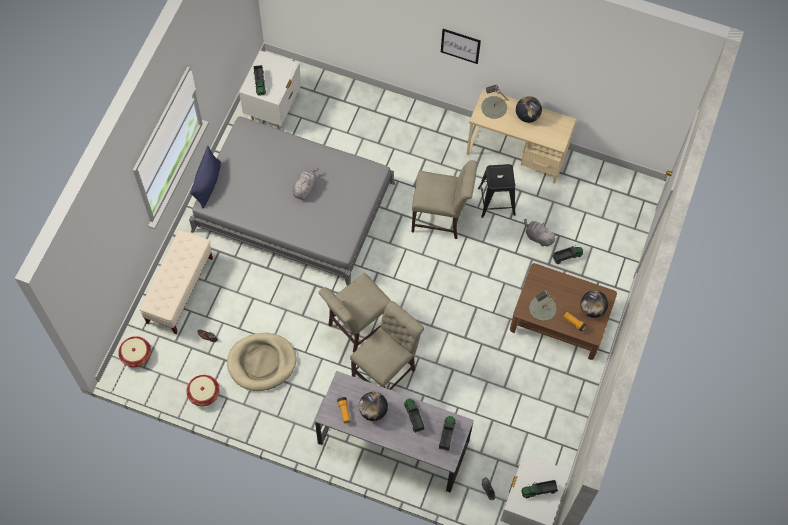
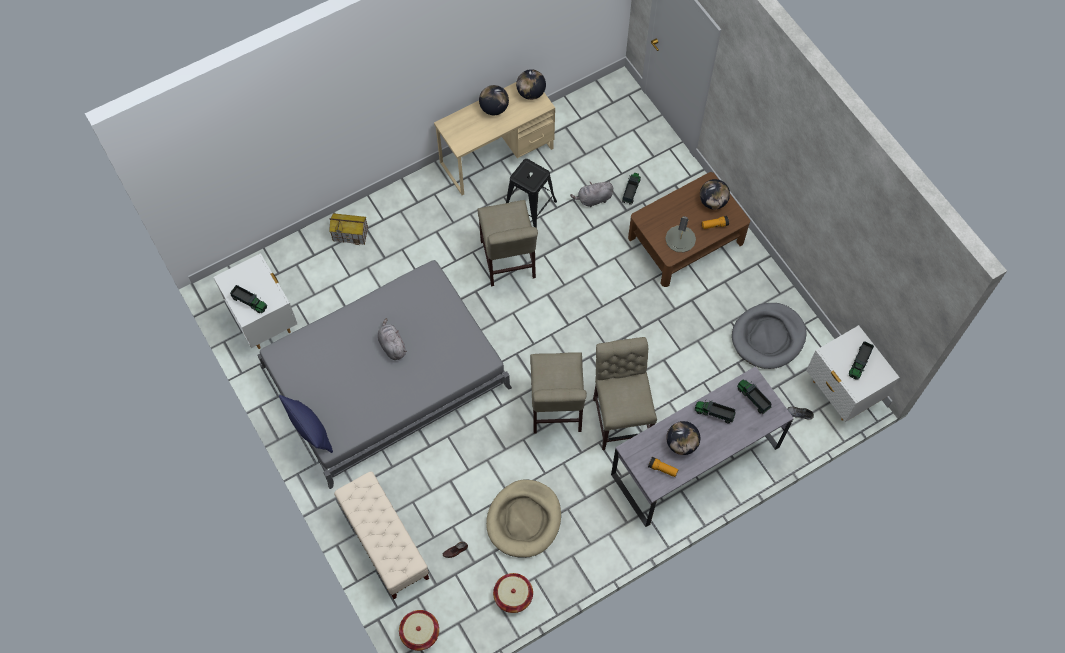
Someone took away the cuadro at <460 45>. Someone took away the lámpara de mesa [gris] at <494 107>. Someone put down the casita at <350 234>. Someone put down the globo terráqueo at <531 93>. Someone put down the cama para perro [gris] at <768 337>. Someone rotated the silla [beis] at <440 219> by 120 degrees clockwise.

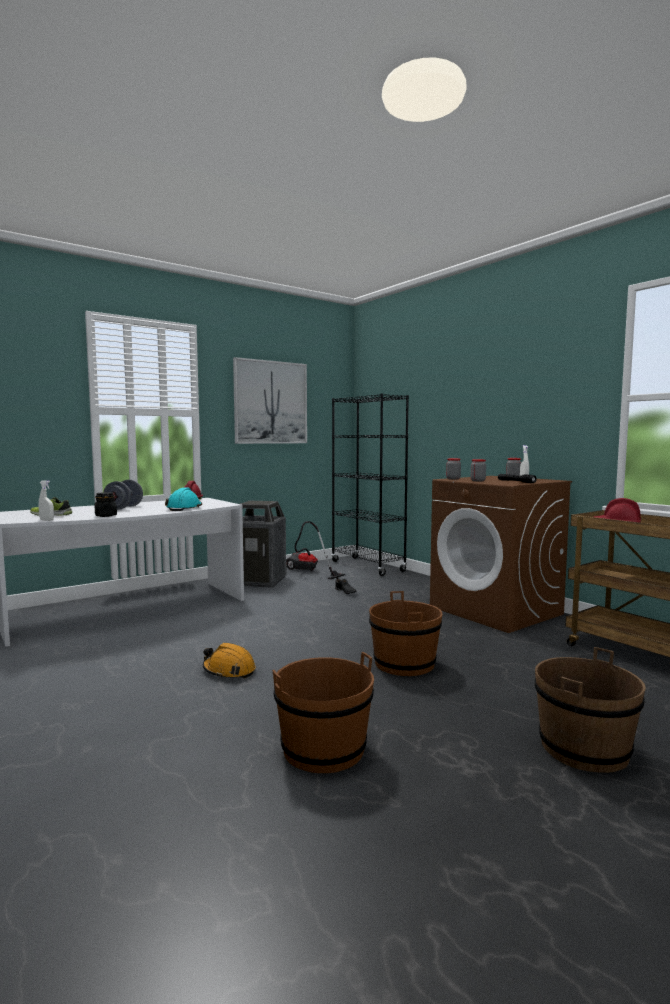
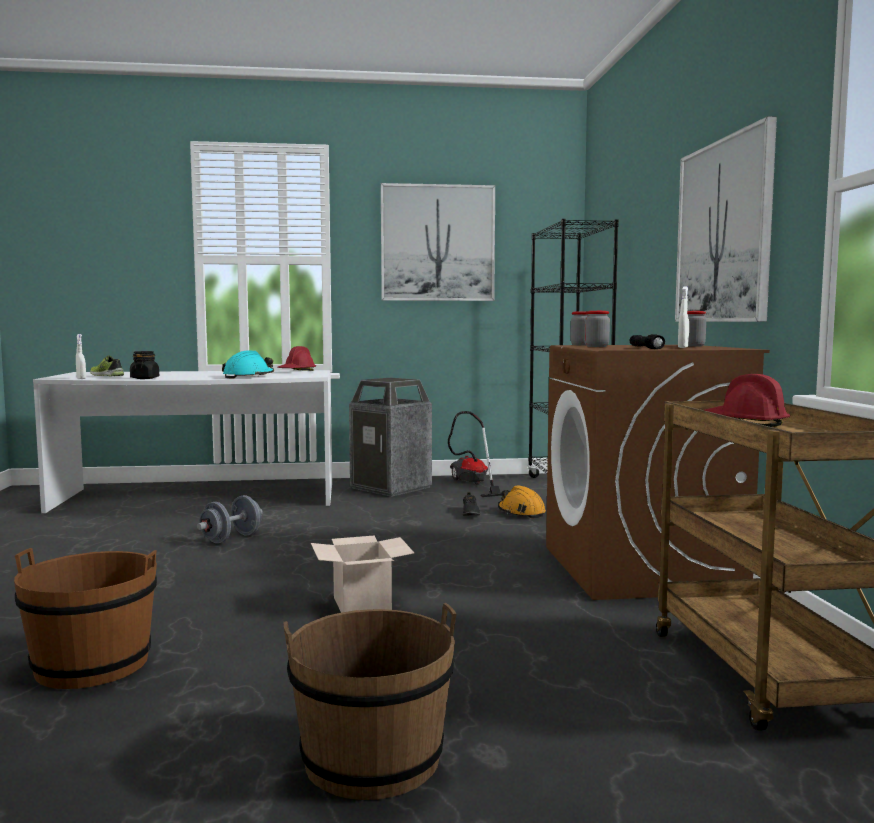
Someone put up the cuadro at <723 232>. Someone carried the mancuerna [gris] from <124 508> to <231 538>. Someone carried the casco [naranja] from <229 671> to <521 512>. Someone swapped the cubo [marrón] at <404 664> for the caja de cartón at <363 605>.

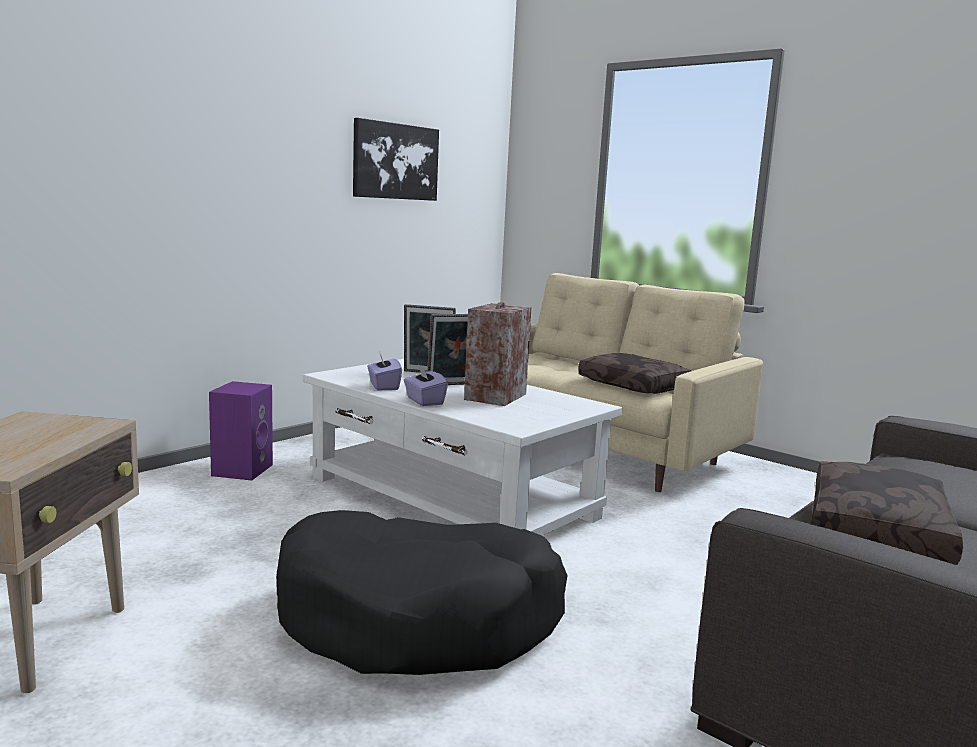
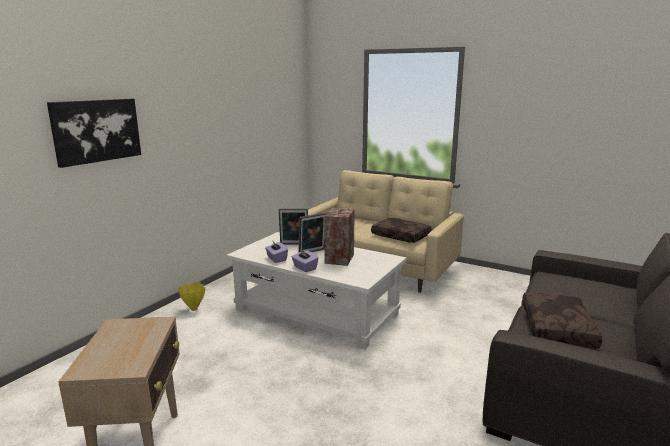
Someone took away the cama para perro [negro] at <418 619>. Someone carried the cuadro from <395 161> to <96 130>. Someone swapped the altavoz [morado] at <242 469> for the florero [amarillo] at <193 309>.

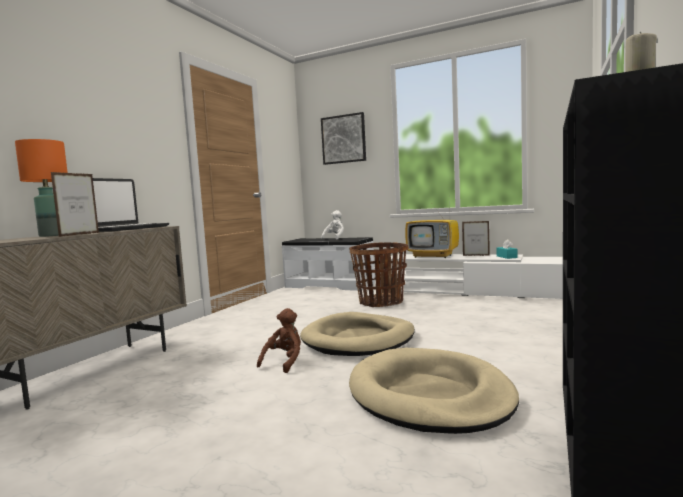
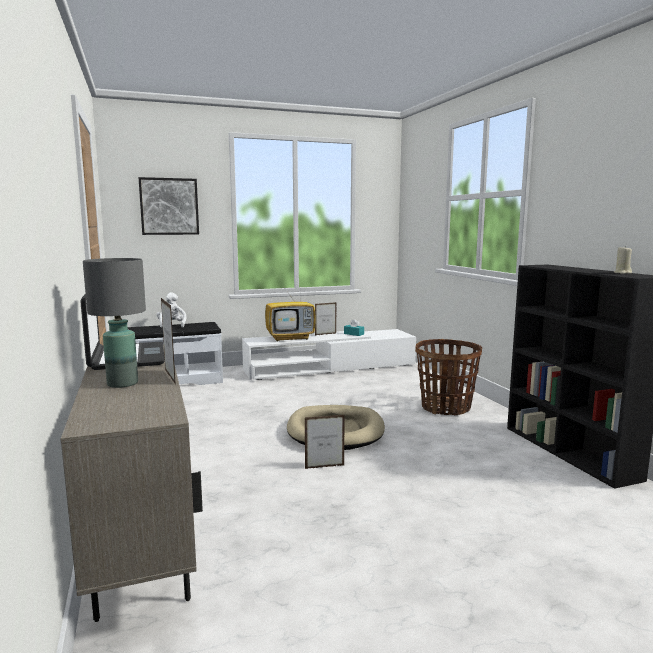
Someone took away the cama para perro [beis] at <429 395>. Someone carried the cesta from <381 302> to <445 407>. Someone swapped the peluche [marrón] at <284 362> for the portarretratos at <324 467>. Someone repainted the lámpara de mesa [naranja] at <52 235>, which became the lámpara de mesa [gris] at <123 383>.

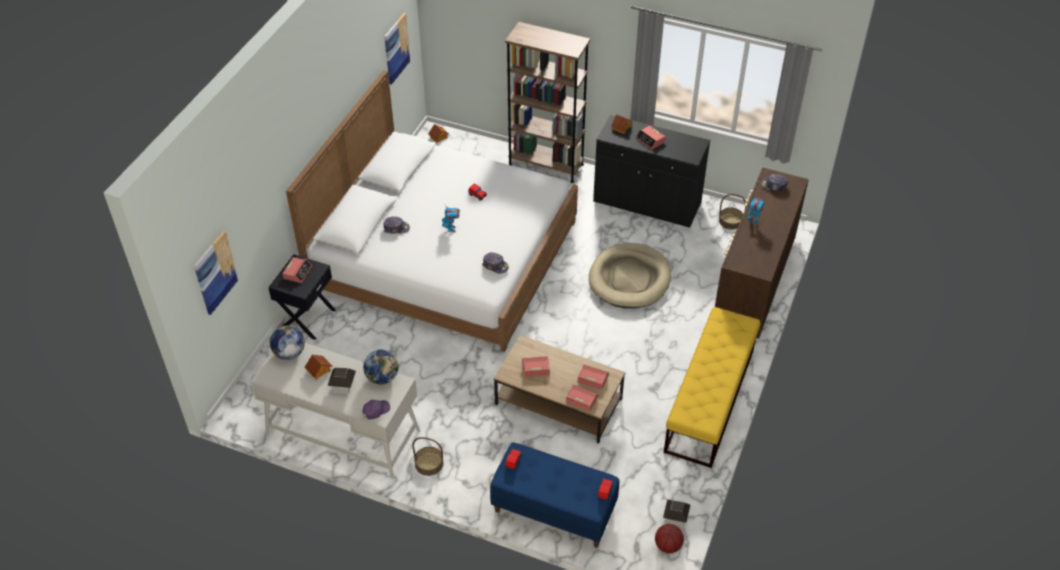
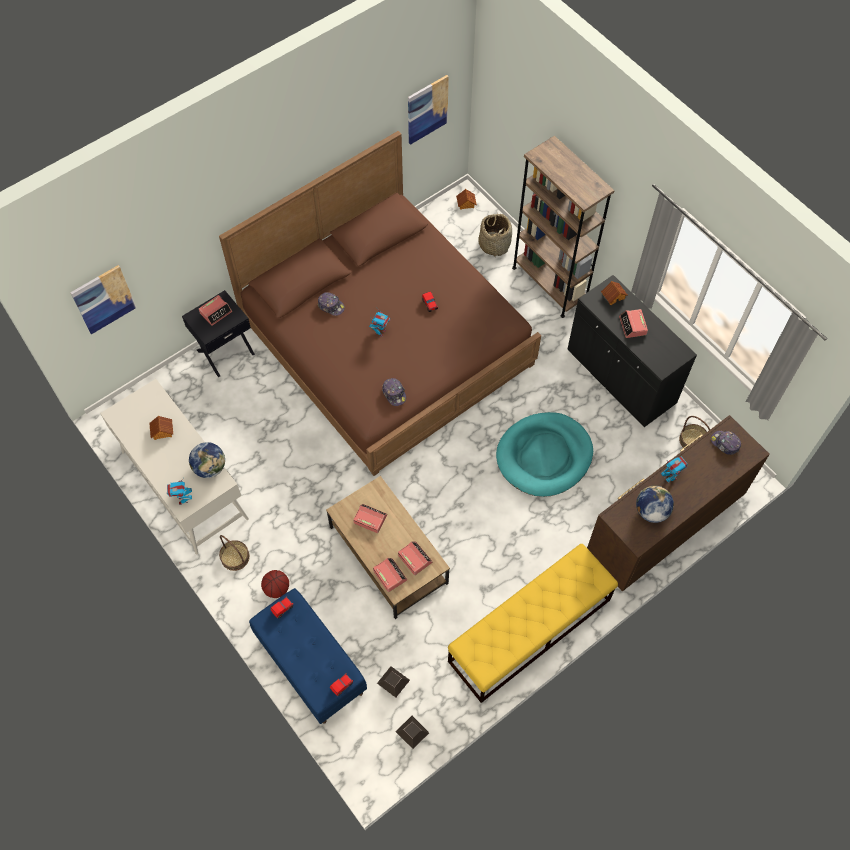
Someone put down the cesta at <494 244>. Someone carried the globo terráqueo from <289 353> to <651 511>. Someone carried the casita from <343 386> to <393 685>. Someone carried the balón de baloncesto from <667 546> to <276 588>. Someone swapped the gorra [morado] at <376 410> for the robot de juguete at <183 499>. Someone repainted the cama [blanco] at <444 255>, which became the cama [marrón] at <386 342>. Someone repainted the cama para perro [beis] at <629 279>, which became the cama para perro [turquesa] at <544 456>.

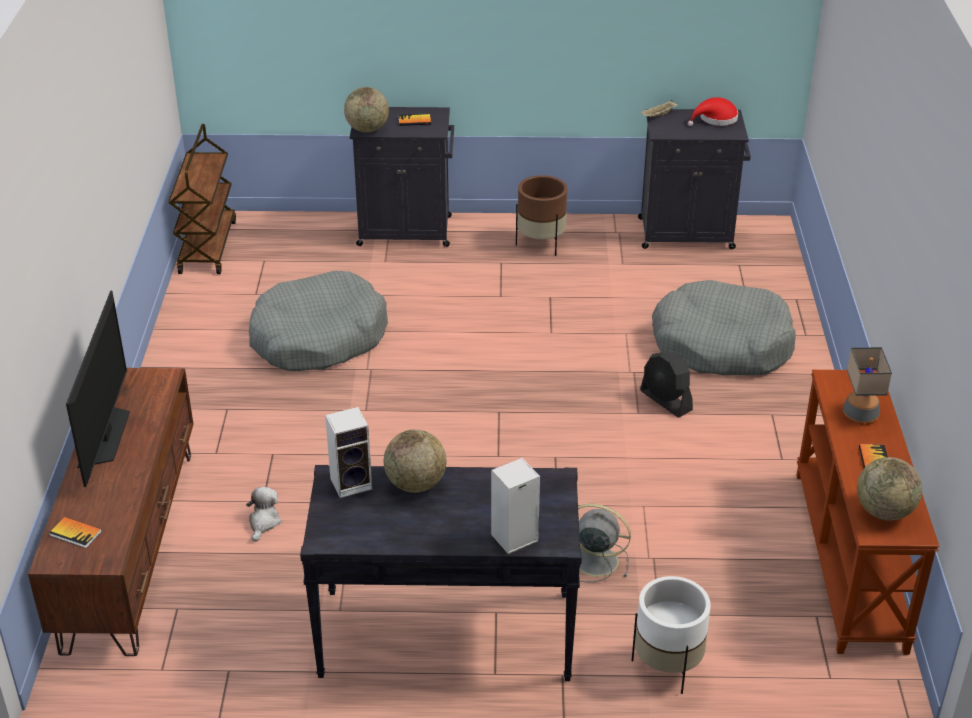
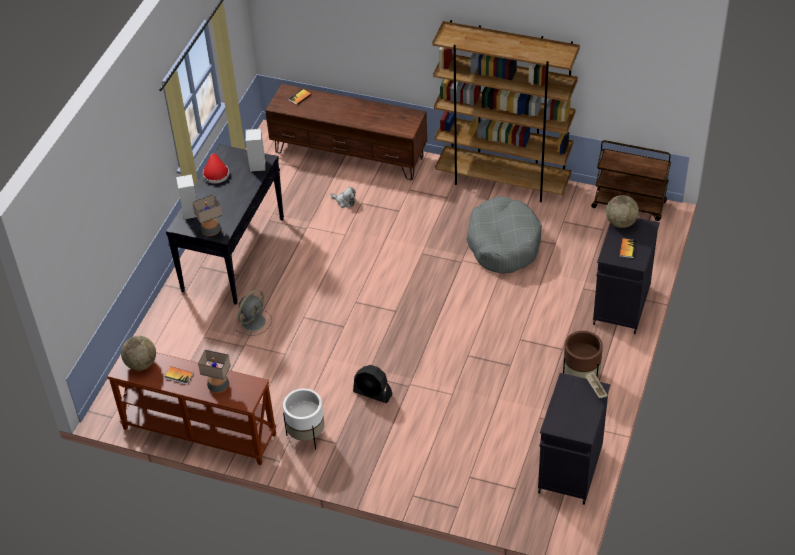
Someone took away the televisor at <105 435>. Someone took away the globo terráqueo at <416 484>. Someone took away the cama para perro [gris] at <721 345>. Someone put down the lámpara de mesa at <211 230>. Someone put down the estantería [marrón] at <503 181>. Someone carried the maceta [blanco] from <667 666> to <306 435>. Someone carried the sombrero [rojo] from <715 119> to <216 173>. Someone rotated the ventilador [negro] at <666 401> by 135 degrees counterclockwise.

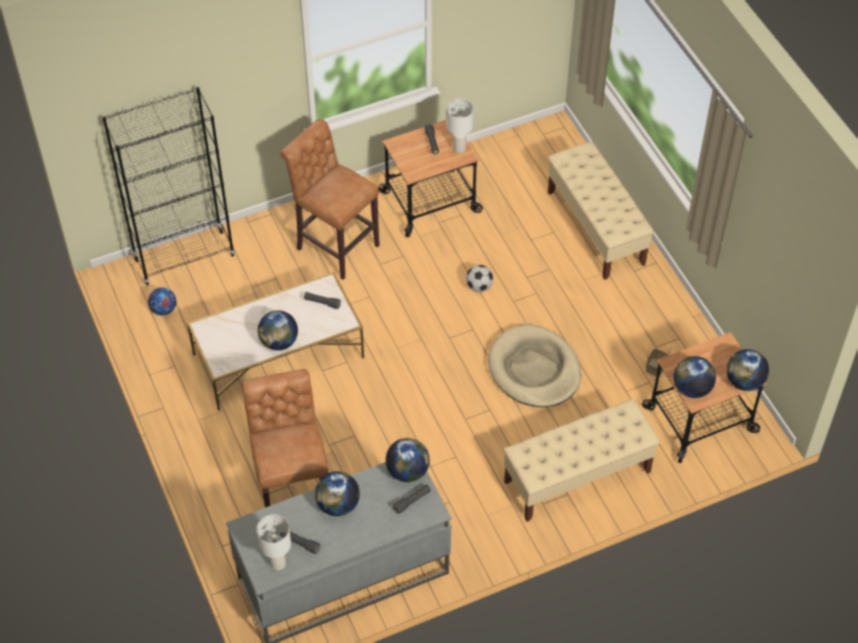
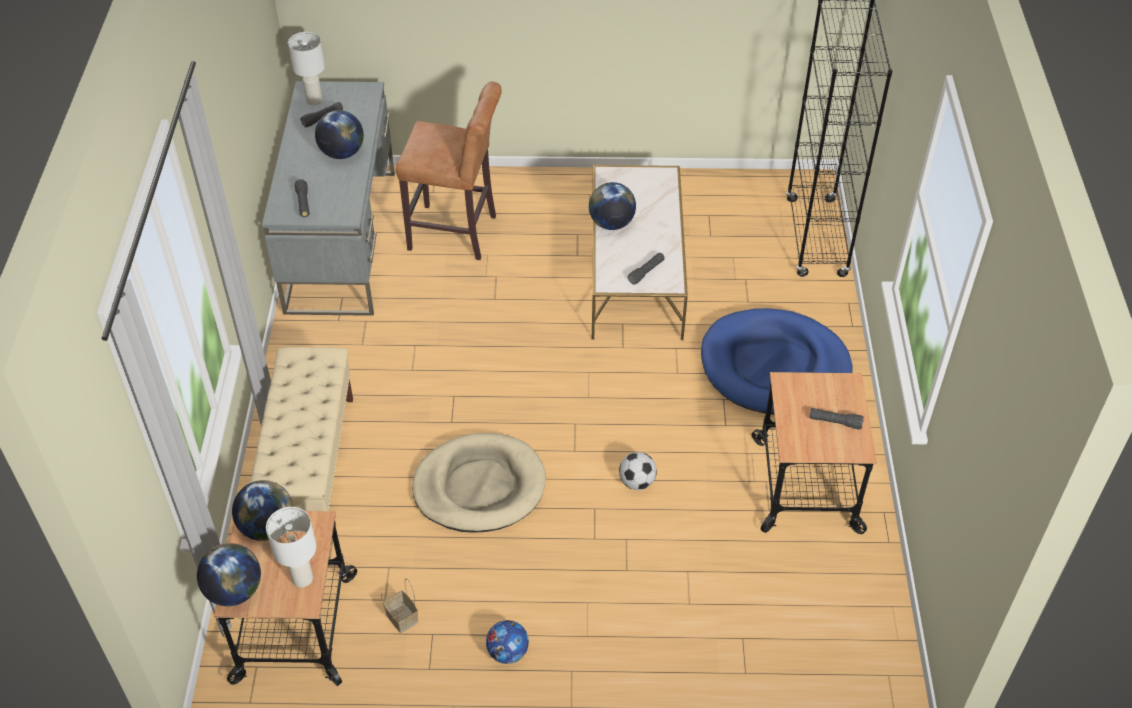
Someone took away the globo terráqueo at <407 471>. Someone took away the banco [beis] at <596 228>. Someone carried the balón de fútbol from <164 309> to <507 652>. Someone carried the lámpara de mesa [blanco] from <459 148> to <303 578>. Someone swapped the taburete [marrón] at <334 245> for the cama para perro [azul] at <774 367>.

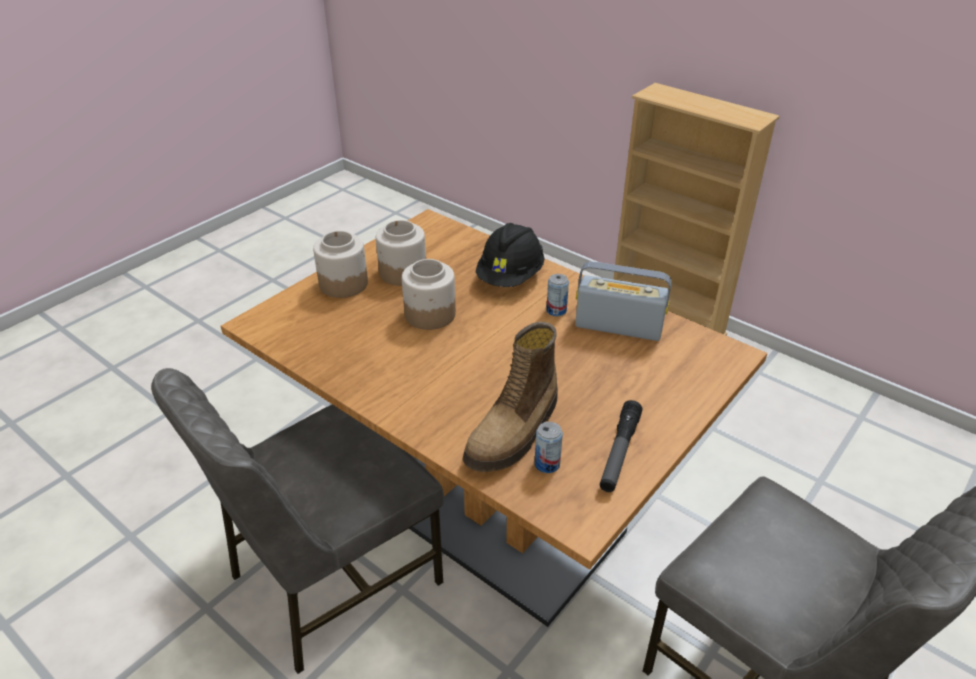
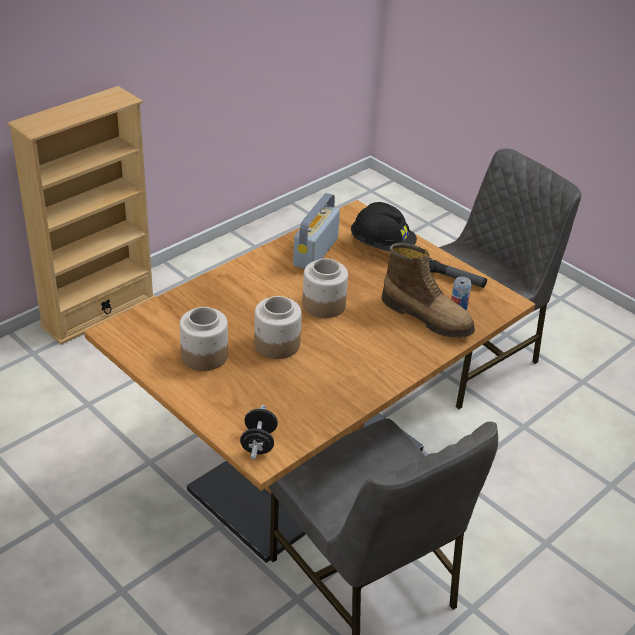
Someone took away the lata at <556 311>. Someone put down the mancuerna [negro] at <259 443>. Someone carried the tarro from <343 284> to <323 305>. Someone carried the casco [negro] from <510 277> to <382 246>.

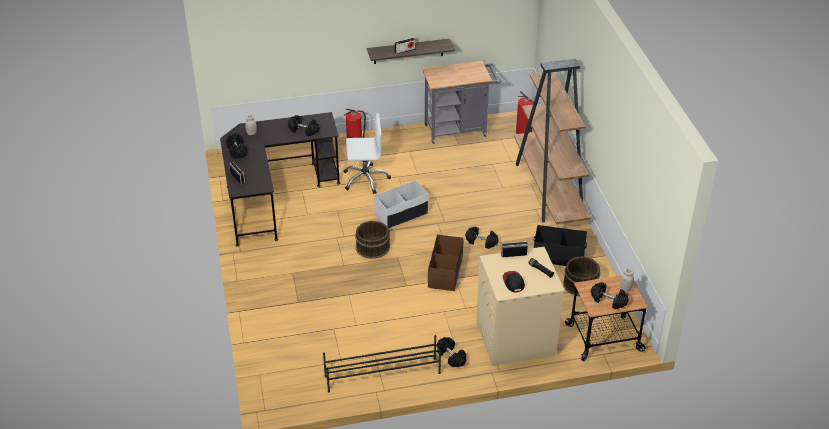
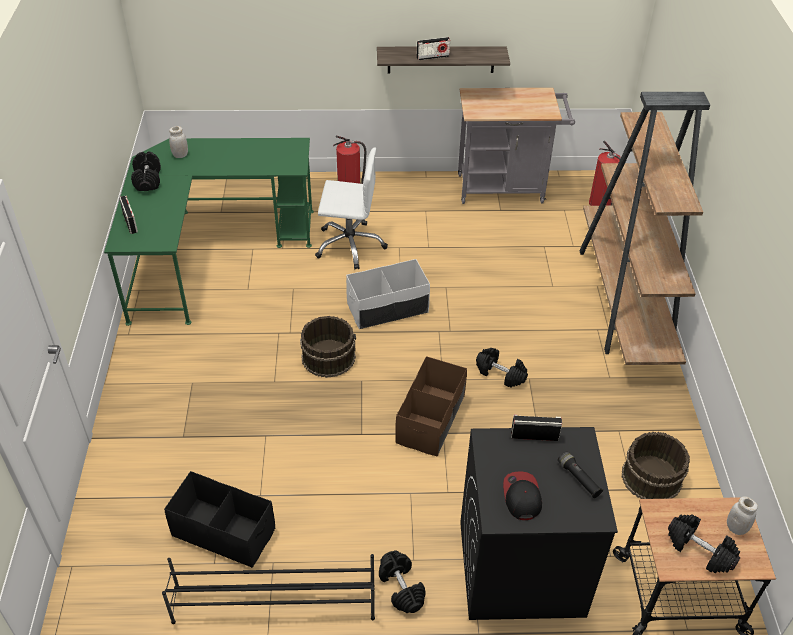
Someone took away the mancuerna [negro] at <303 130>. Someone carried the caja de almacenaje [negro] from <558 256> to <224 532>. Someone repainted the escritorio [negro] at <272 195>, which became the escritorio [verde] at <208 251>. Someone repainted the lavadora [beis] at <515 338>, which became the lavadora [negro] at <520 568>.

